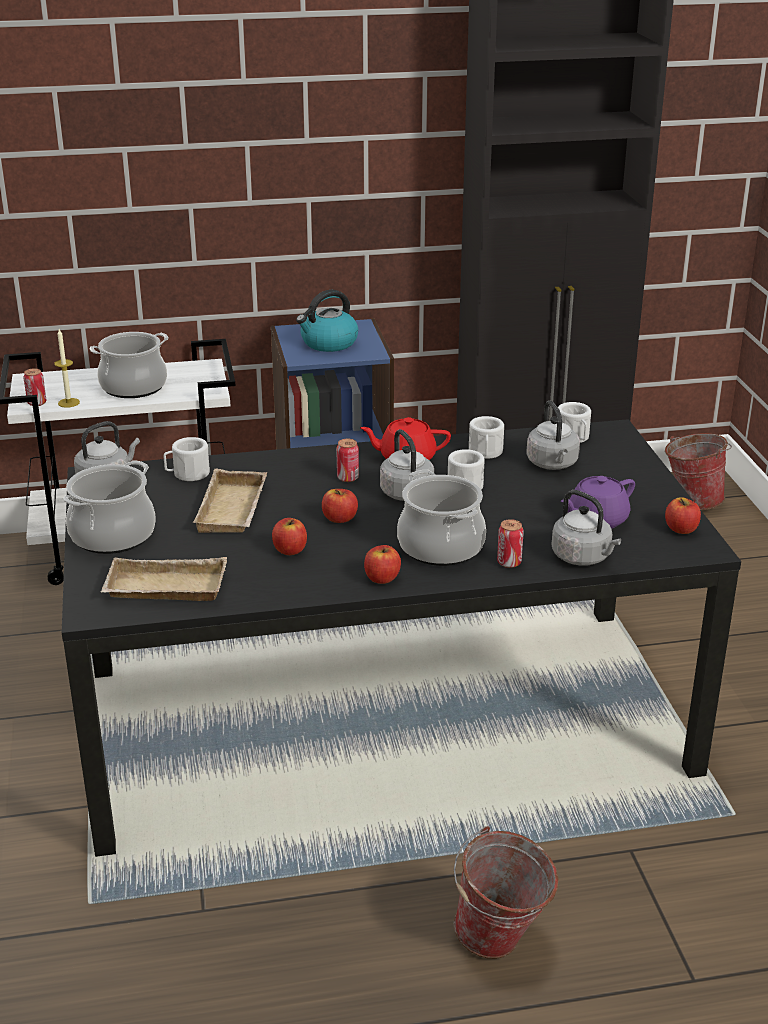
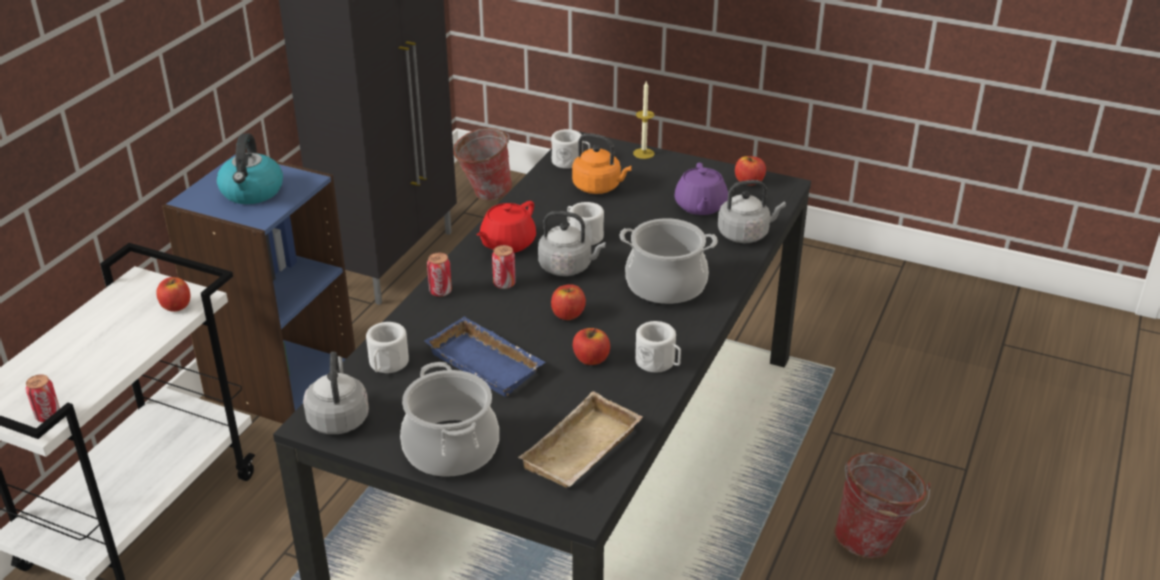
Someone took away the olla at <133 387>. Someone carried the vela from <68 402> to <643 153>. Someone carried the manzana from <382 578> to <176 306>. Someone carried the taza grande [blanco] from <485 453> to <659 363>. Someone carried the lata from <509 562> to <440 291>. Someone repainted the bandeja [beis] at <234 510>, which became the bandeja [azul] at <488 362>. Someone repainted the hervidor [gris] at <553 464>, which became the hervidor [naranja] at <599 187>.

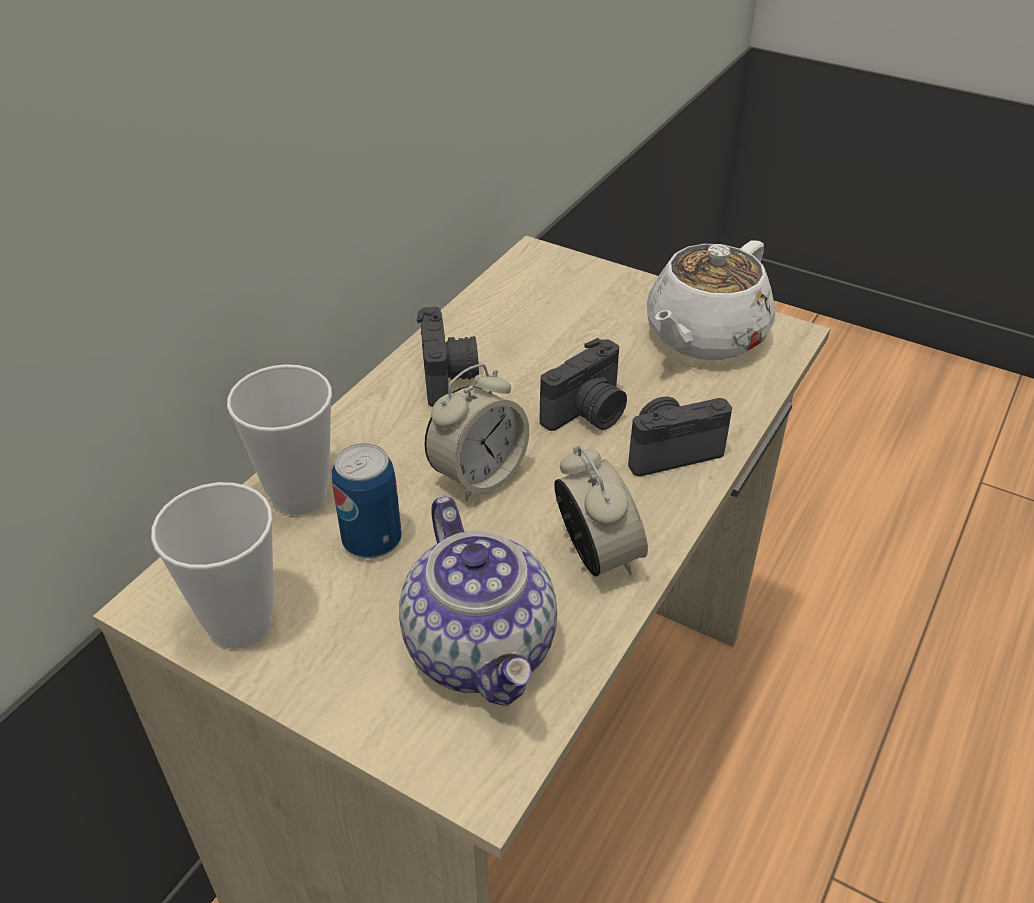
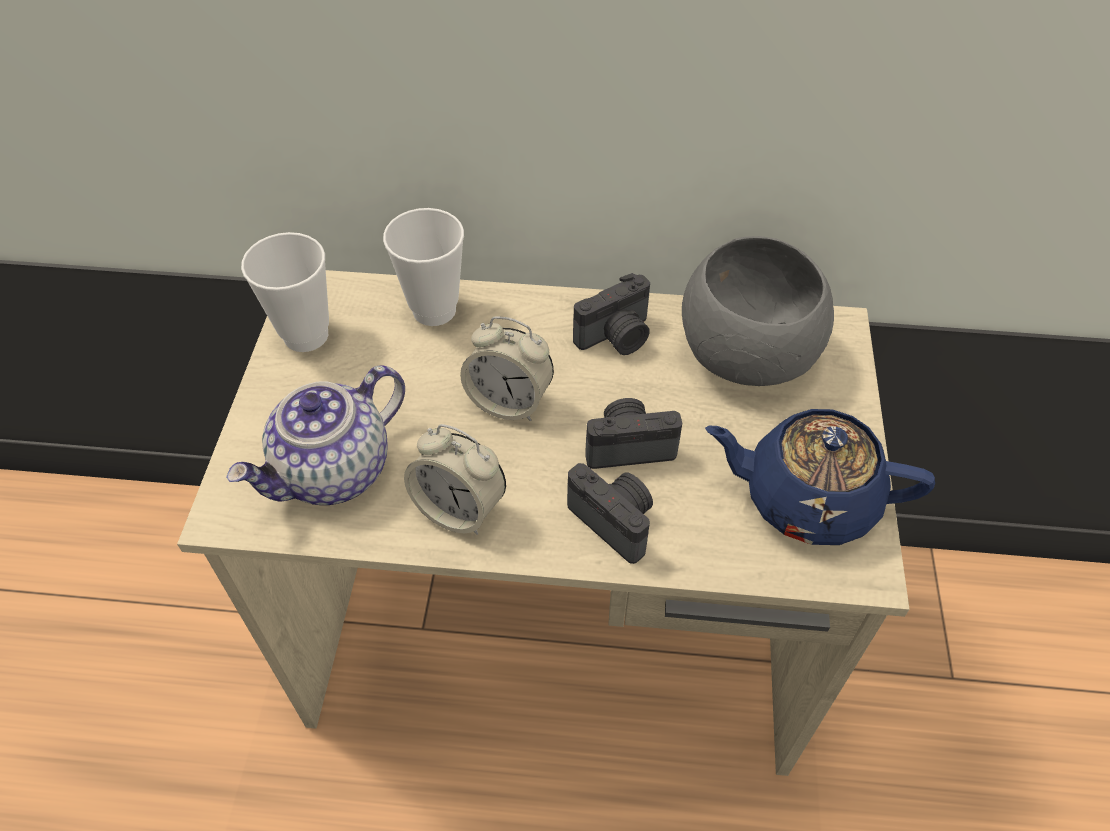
Someone took away the lata at <372 539>. Someone put down the cuenco [gris] at <746 355>. Someone repainted the tetera [blanco] at <704 336>, which became the tetera [azul] at <806 498>. Someone rotated the cámara at <588 414> by 150 degrees clockwise. Someone rotated the despertador at <597 555> by 75 degrees clockwise.

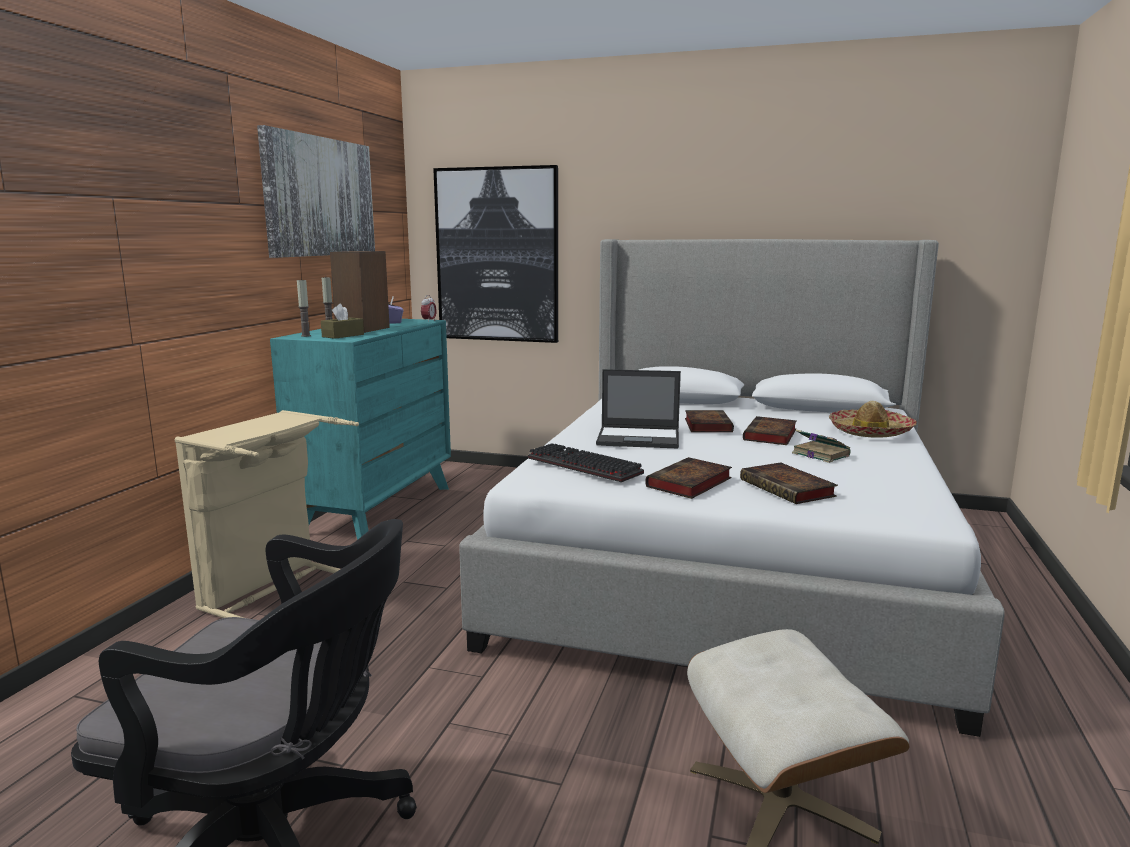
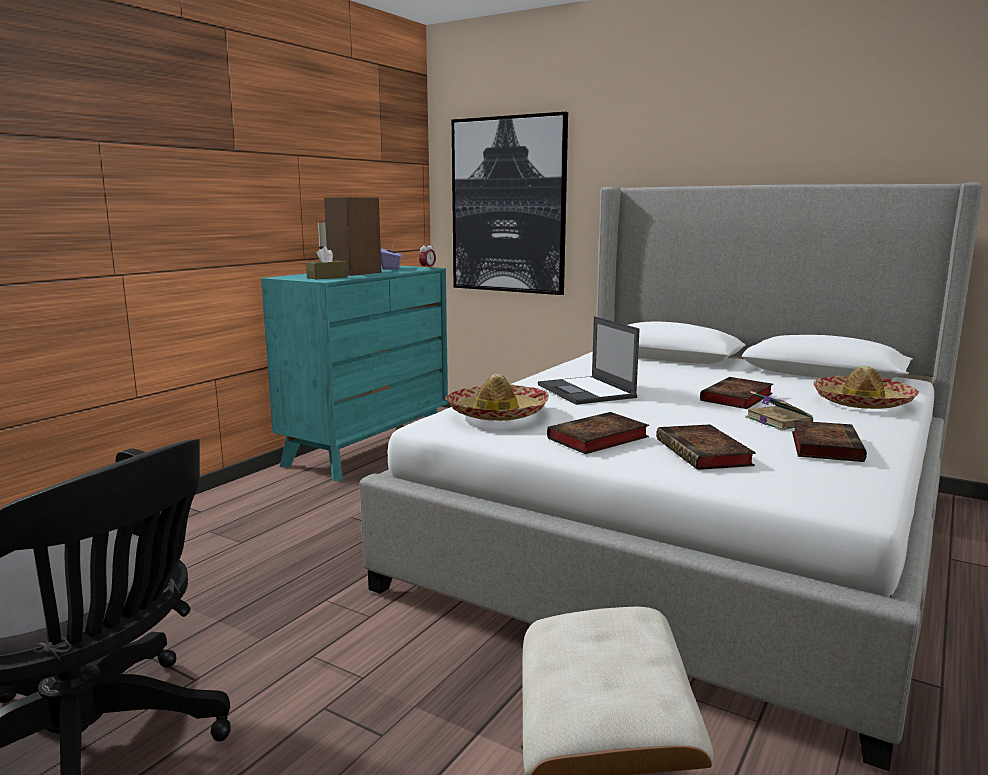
Someone took away the cesto de la ropa [beis] at <274 592>. Someone took away the cuadro at <320 197>. Someone took away the vela at <306 336>. Someone carried the libro from <707 425> to <824 446>. Someone swapped the teclado at <580 466> for the sombrero at <497 413>. Someone rotated the portátil at <639 438> by 45 degrees clockwise.

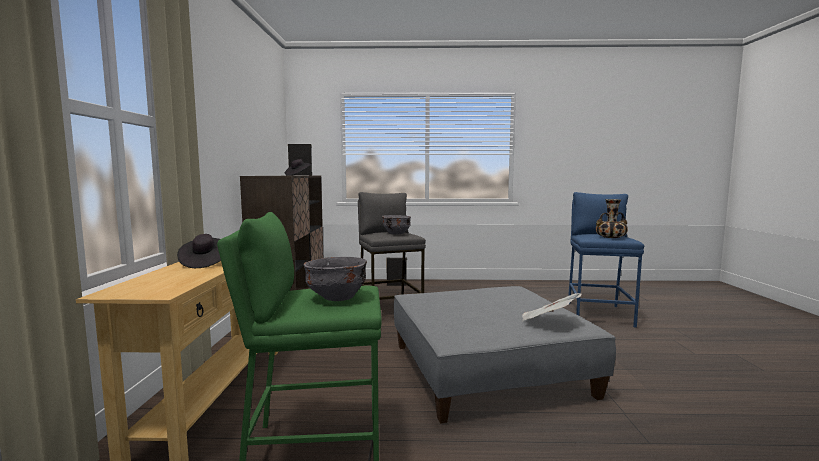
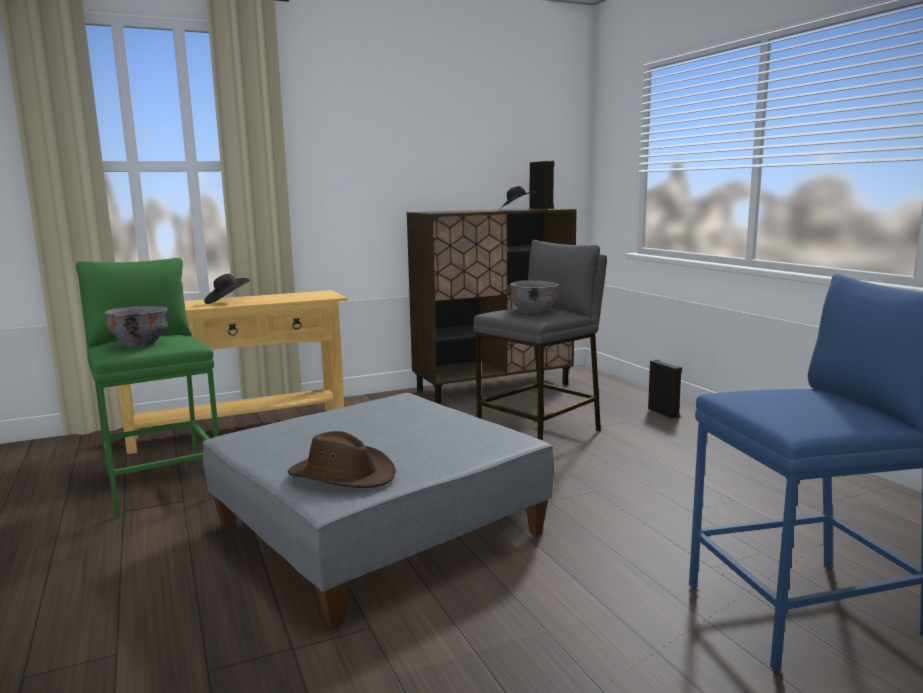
Someone took away the florero at <610 237>. Someone swapped the periódico at <547 322> for the sombrero [marrón] at <343 474>.

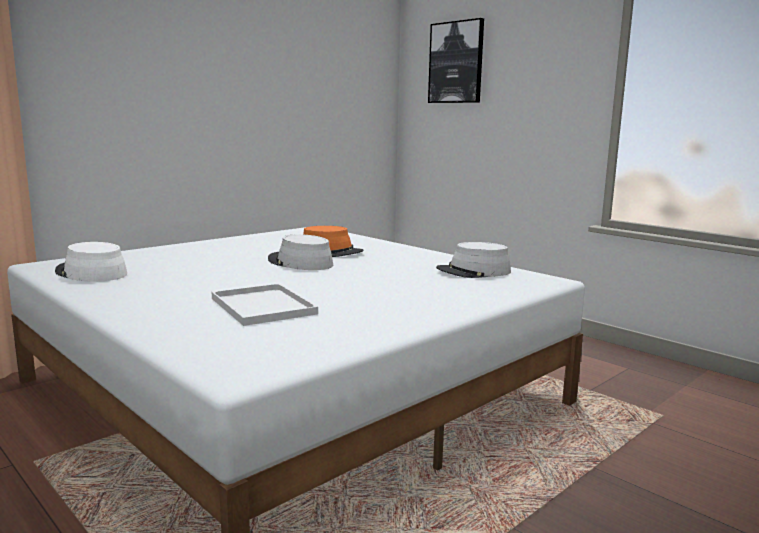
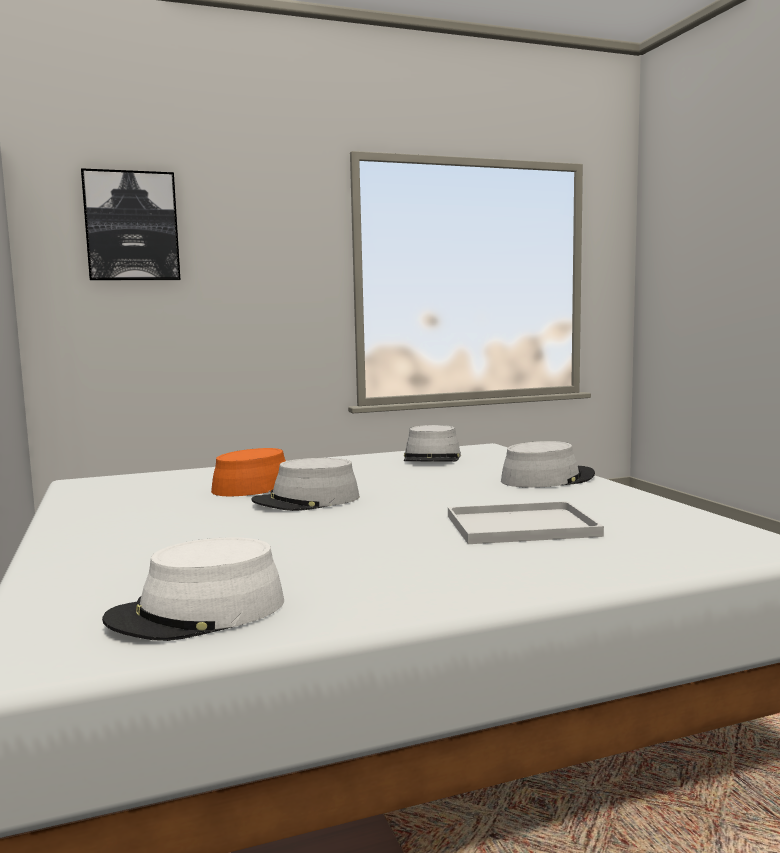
Someone put down the sombrero [gris] at <547 479>.

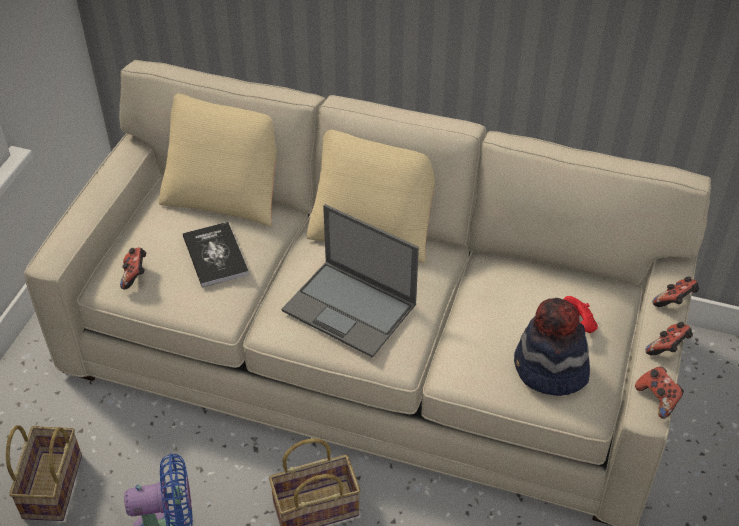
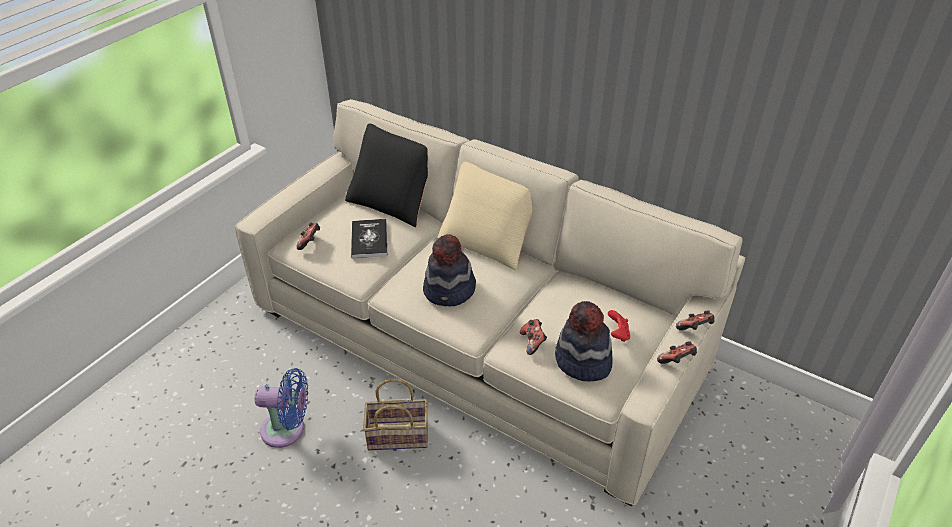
Someone took away the cesta at <51 484>. Someone carried the mando de consola from <658 399> to <533 342>. Someone swapped the portátil at <351 308> for the sombrero at <450 291>. Someone repainted the cojín [beis] at <226 193>, which became the cojín [negro] at <394 201>.

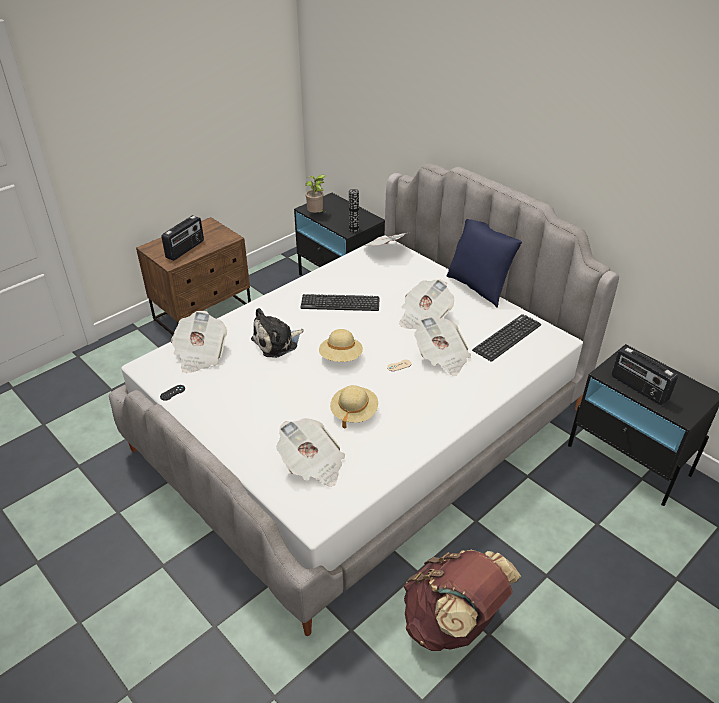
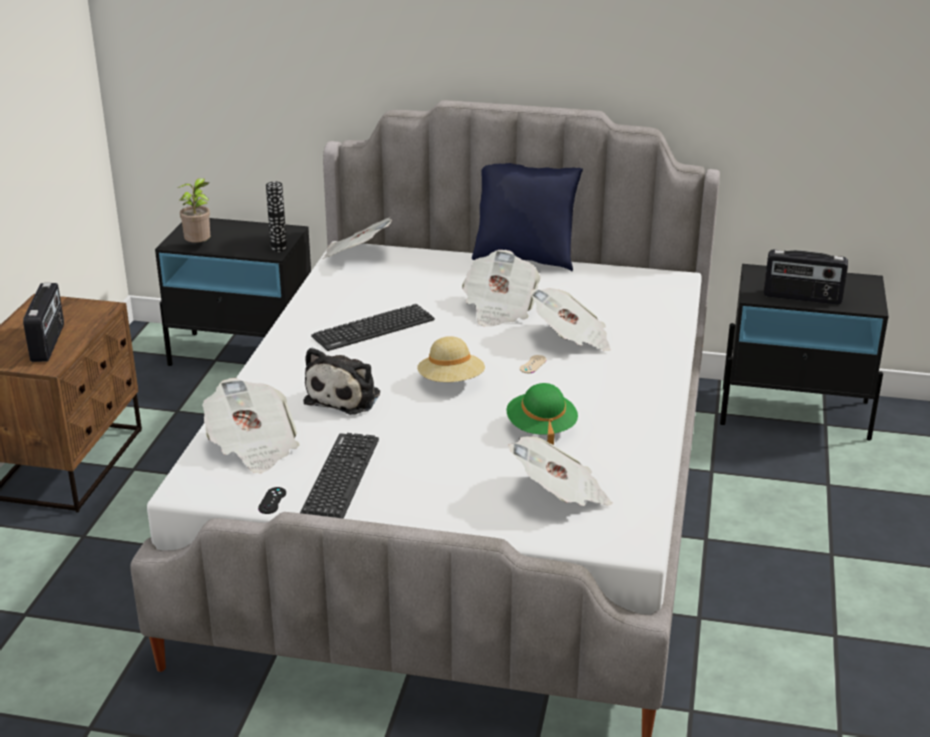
Someone took away the mochila [marrón] at <452 623>. Someone carried the teclado from <507 338> to <340 477>. Someone repainted the sombrero [beis] at <354 412>, which became the sombrero [verde] at <541 428>.

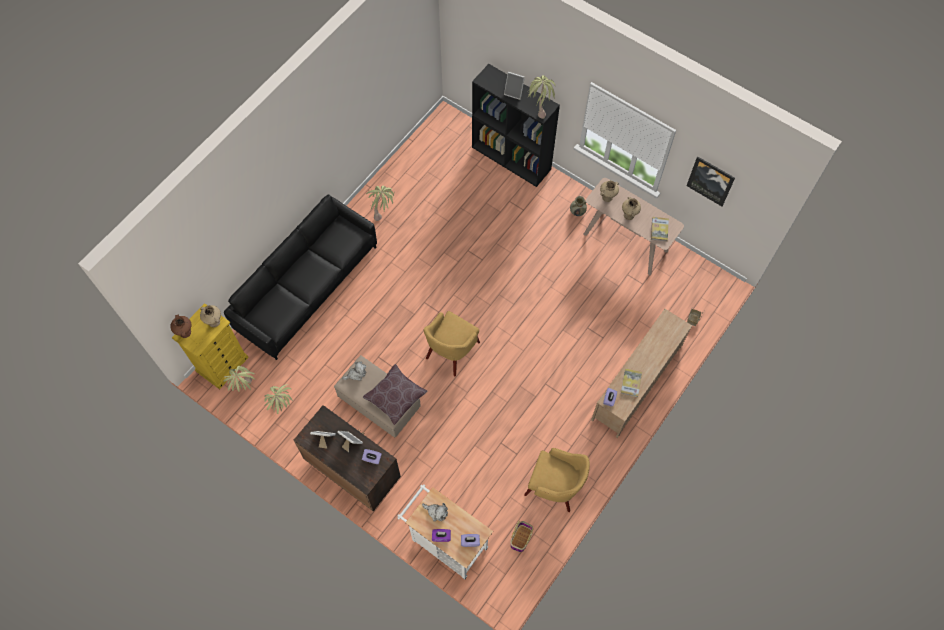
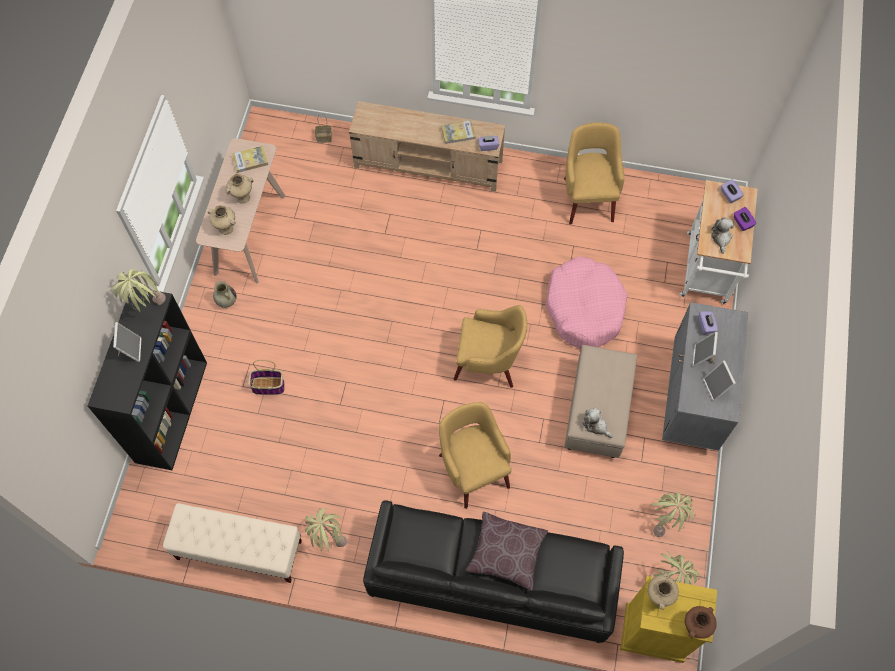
Someone took away the cuadro at <710 180>. Someone put down the banco [beis] at <239 550>. Someone put down the sillón [amarillo] at <473 468>. Someone put down the cama para perro [rosa] at <584 308>. Someone carried the cojín [marrón] from <395 397> to <506 553>. Someone carried the cesta from <521 539> to <269 386>. Someone repainted the armario [marrón] at <353 472>, which became the armario [gris] at <691 401>.

